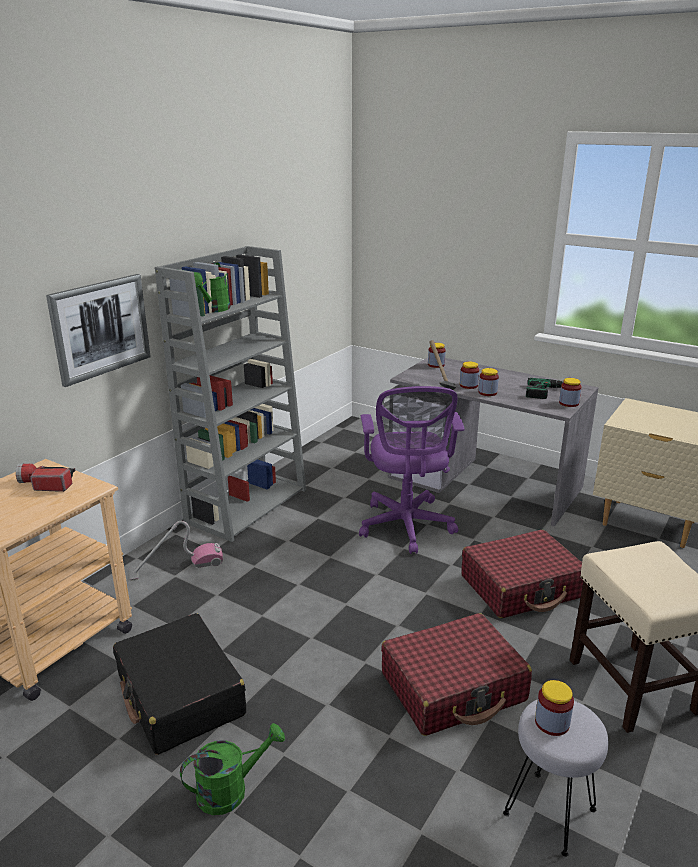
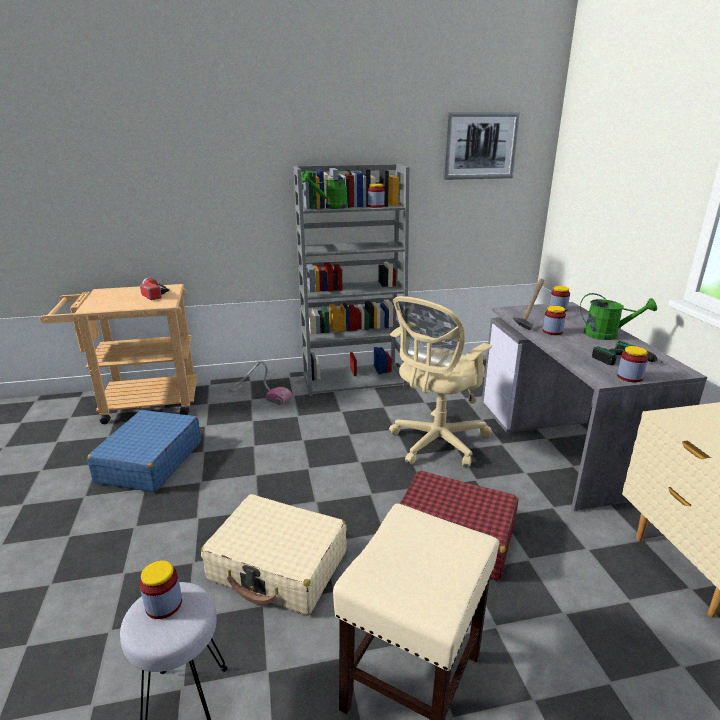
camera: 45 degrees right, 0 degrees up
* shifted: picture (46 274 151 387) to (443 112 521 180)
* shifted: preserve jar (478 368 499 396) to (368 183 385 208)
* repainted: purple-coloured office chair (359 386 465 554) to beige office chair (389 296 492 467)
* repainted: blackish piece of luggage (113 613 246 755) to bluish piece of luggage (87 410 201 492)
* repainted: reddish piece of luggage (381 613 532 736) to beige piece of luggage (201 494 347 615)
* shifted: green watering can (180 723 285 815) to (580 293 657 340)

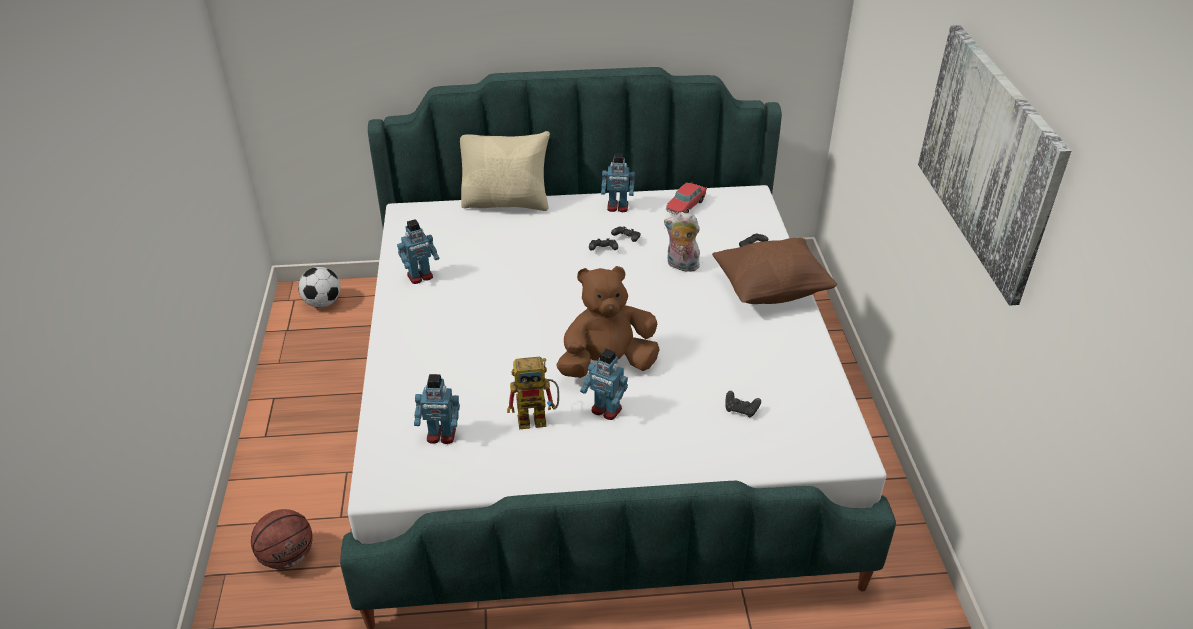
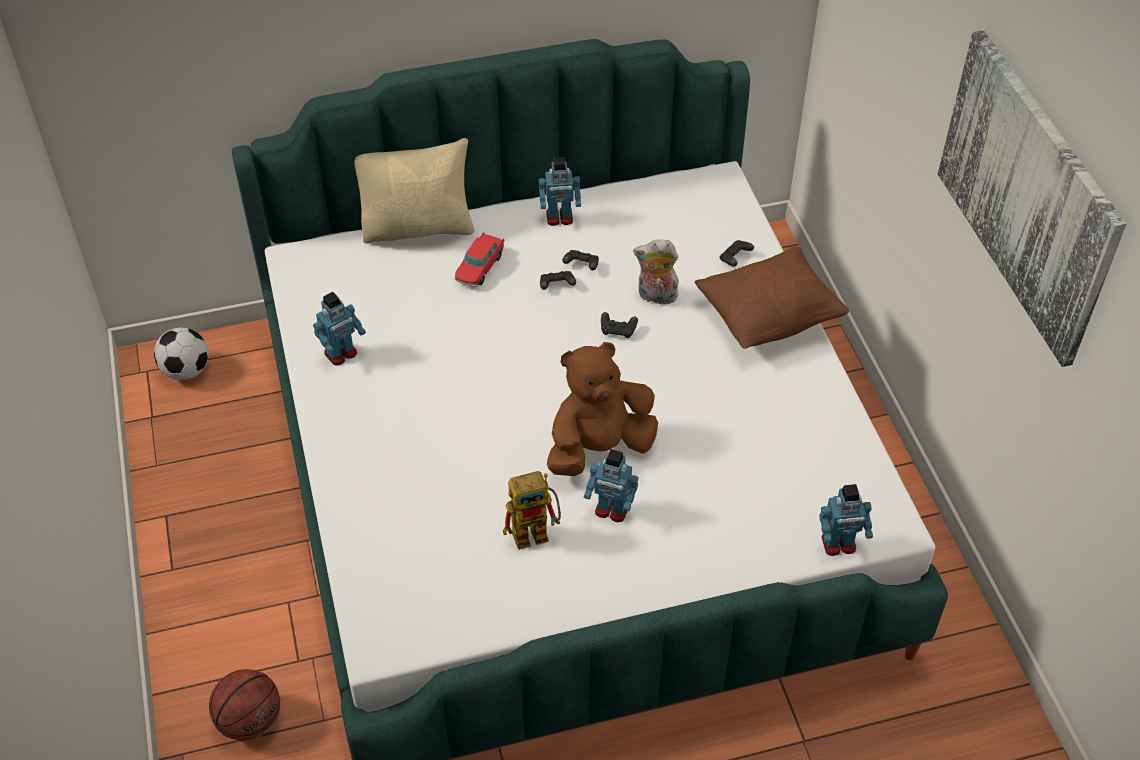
camera: 10 degrees left, 10 degrees up
* shifted: toy car (666 182 707 215) to (454 232 504 287)
* shifted: toy robot (414 374 460 444) to (819 484 873 556)
* shifted: blackish joypad (725 391 761 418) to (601 312 638 338)

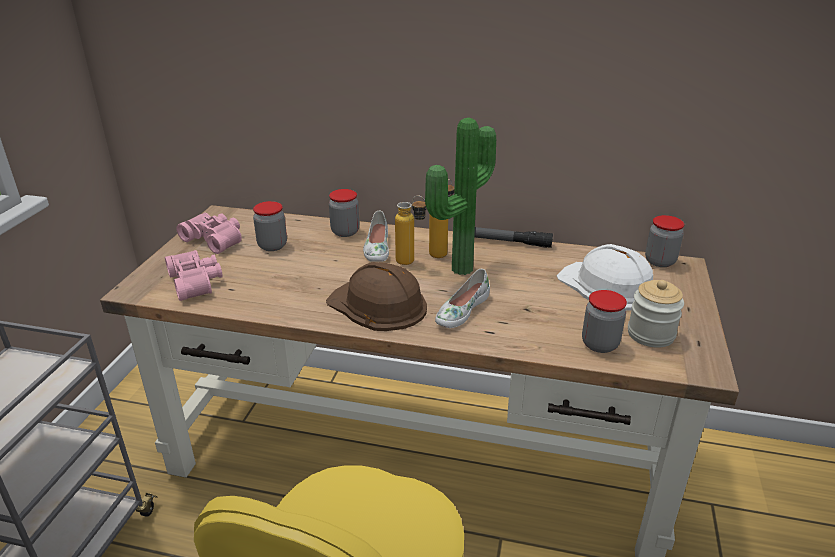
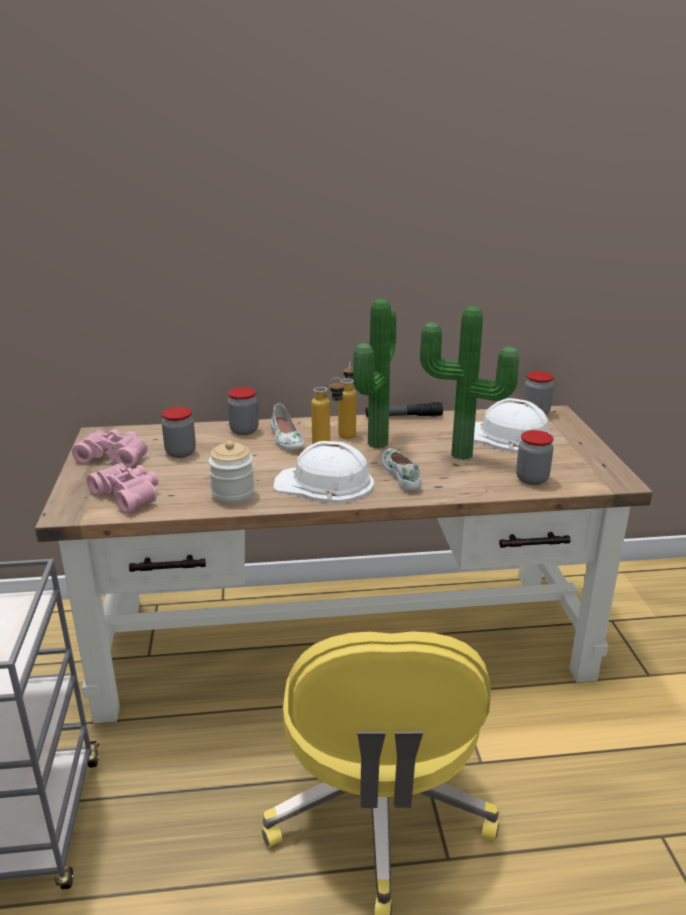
camera: 20 degrees left, 5 degrees down
* repainted: brown safety helmet (326 262 427 331) to whitish safety helmet (273 441 374 503)
* rotated: whitish shoe (435 269 490 328) = (382 448 422 490) 150 degrees clockwise
* shifted: preserve jar (628 280 684 348) to (208 441 255 504)
* new: plant in a pot (420 306 519 460)

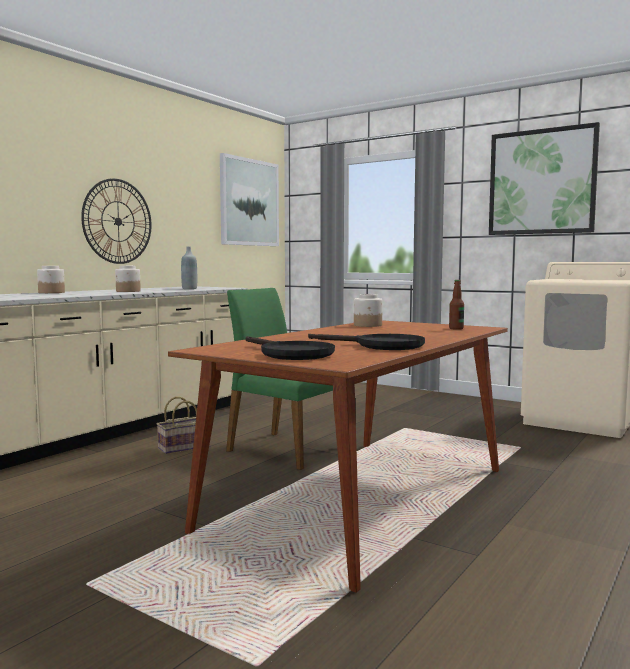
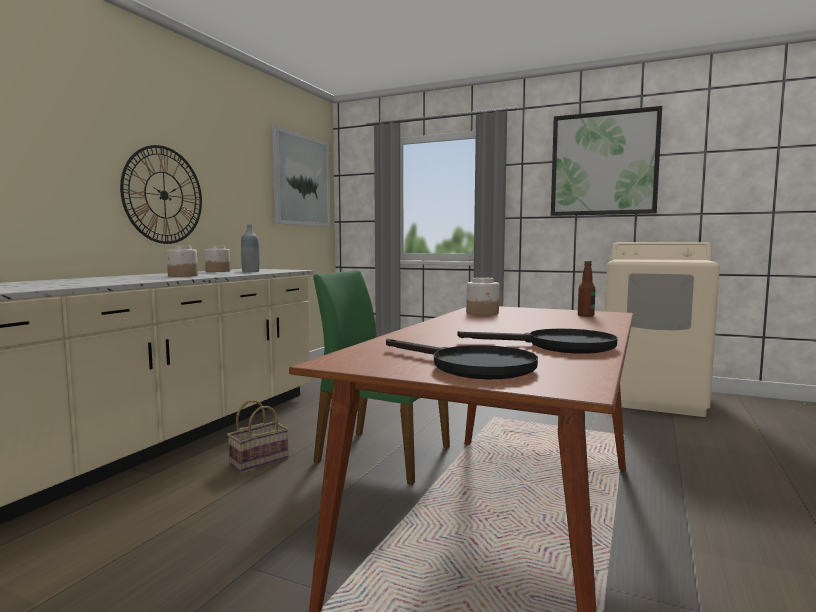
camera: 10 degrees left, 0 degrees up
* shifted: preserve jar (37 266 65 293) to (205 246 230 272)

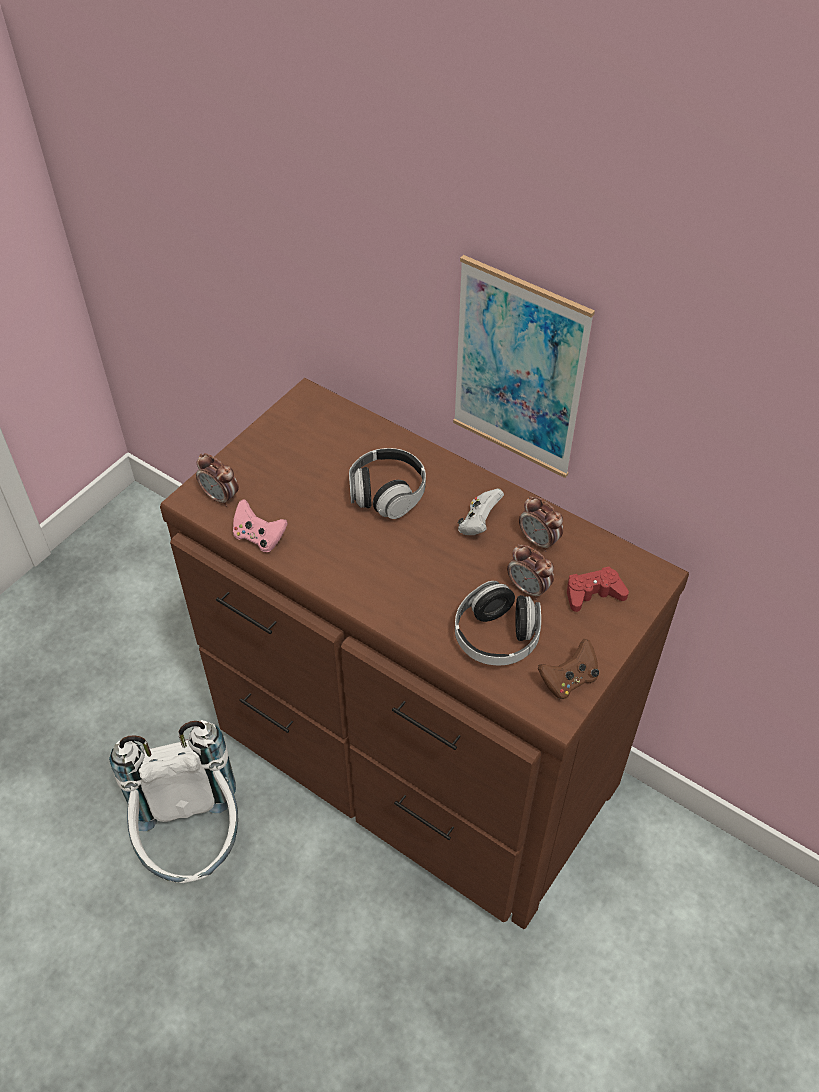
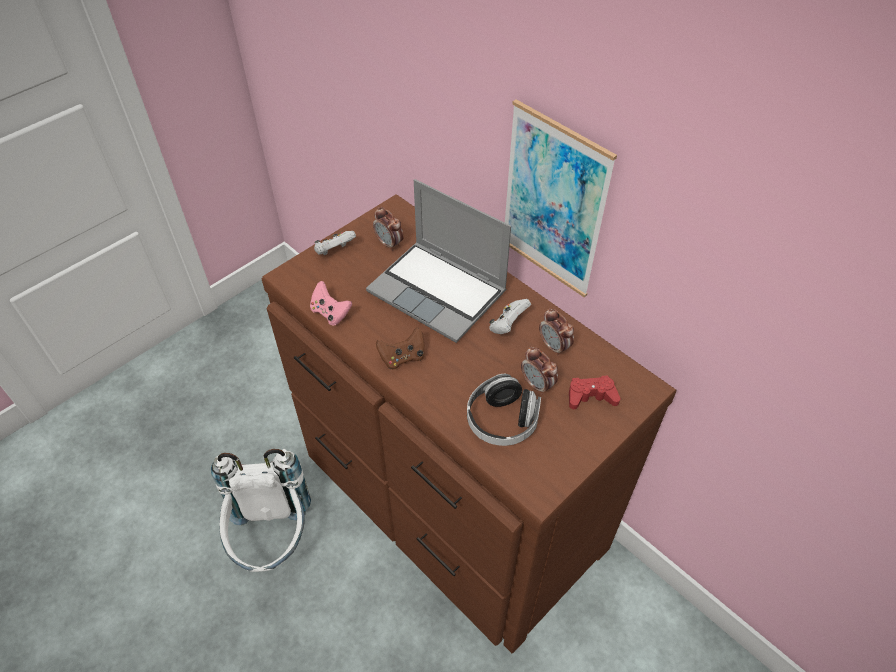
camera: 10 degrees right, 0 degrees up
* swapped: headset (349 448 426 519) to notebook computer (366 179 511 343)
* shifted: table clock (196 453 239 507) to (373 207 404 251)
* shifted: brown joypad (538 639 599 700) to (376 327 424 370)
* new: whitish joypad (314 231 356 255)

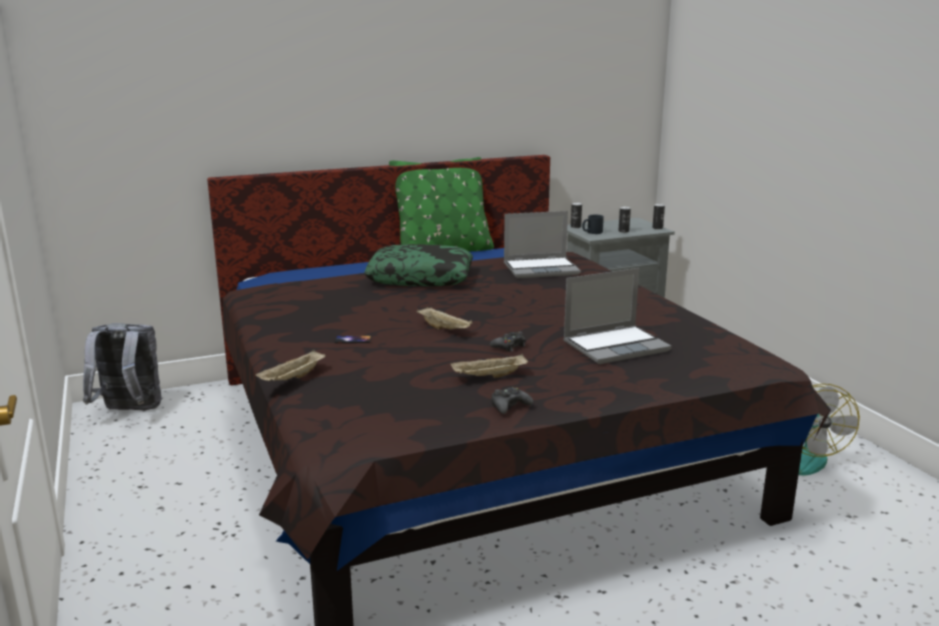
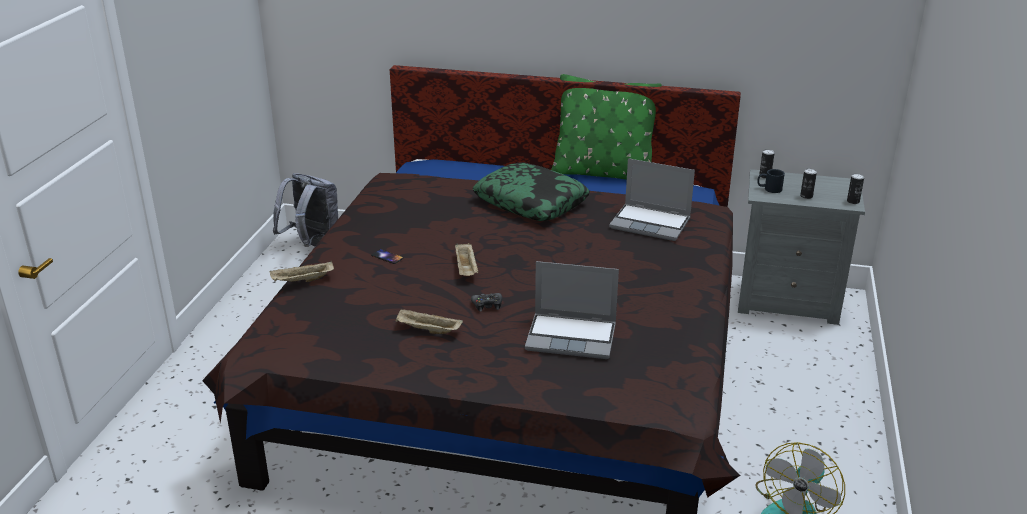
camera: 35 degrees right, 10 degrees up
* gone: blackish joypad (491 387 534 414)

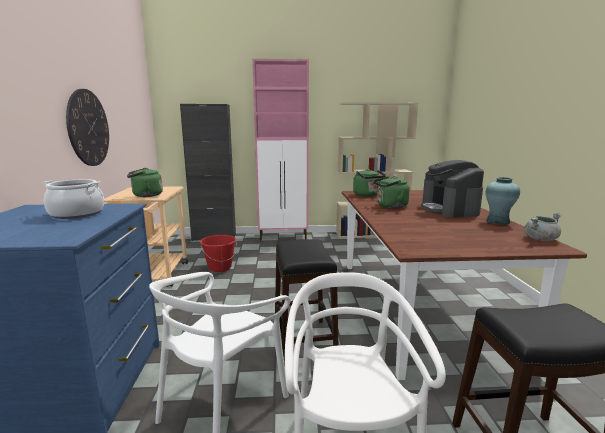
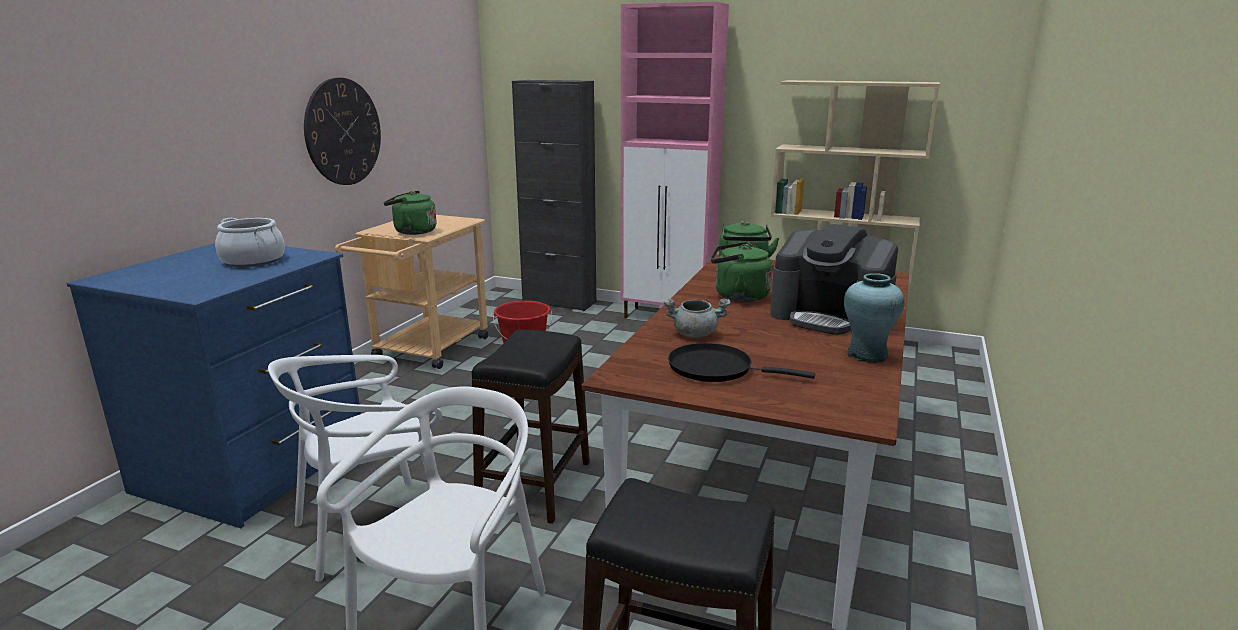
camera: 25 degrees right, 5 degrees up
* rotated: coffee brewer (421 160 484 217) = (770 224 898 335) 75 degrees counterclockwise
* shifted: greyish saucepot (524 213 562 241) to (664 299 731 338)
* new: blackish skillet (668 343 815 382)

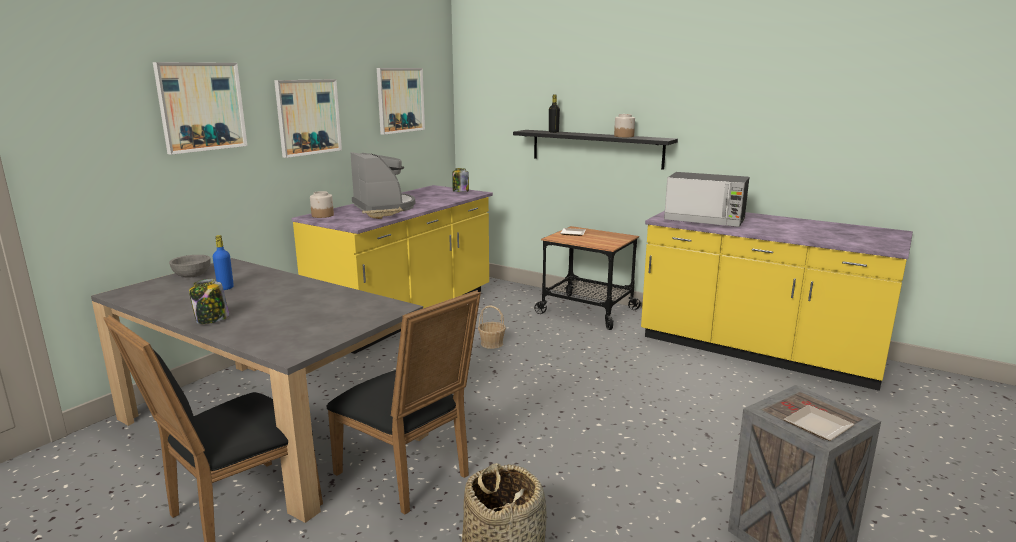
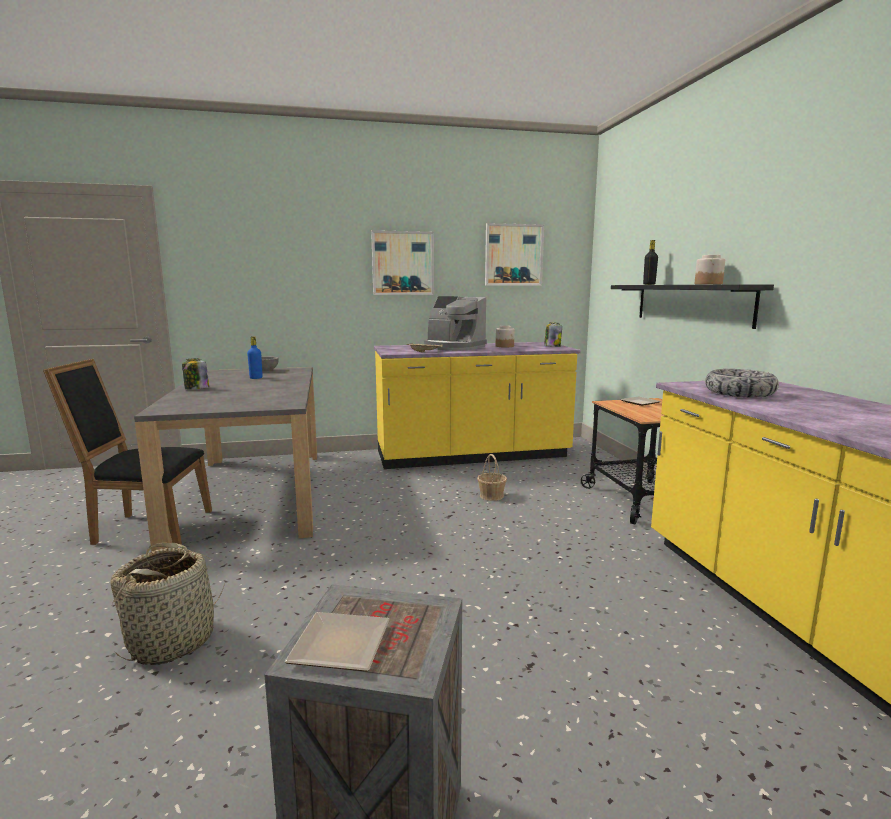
camera: 45 degrees right, 5 degrees down
* gone: picture (153 62 247 155)
* rotated: coffee brewer (351 152 415 212) = (424 296 487 351) 105 degrees clockwise
* swapped: kitchen microwave (664 172 749 227) to serving bowl (705 369 779 397)
* shifted: preserve jar (310 191 334 218) to (496 326 515 347)
* gone: blackish plain chair (326 290 481 515)

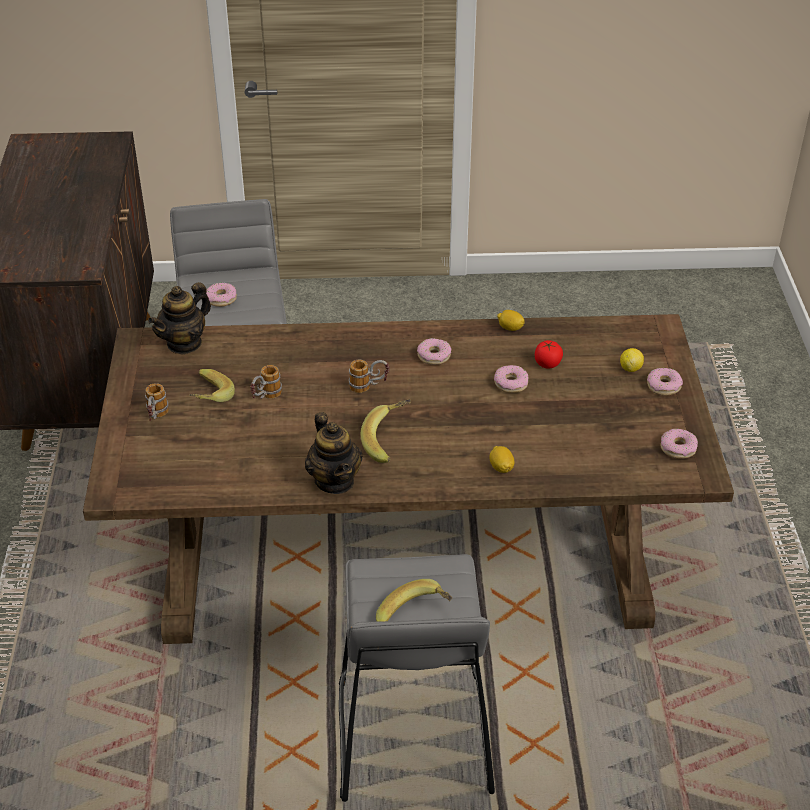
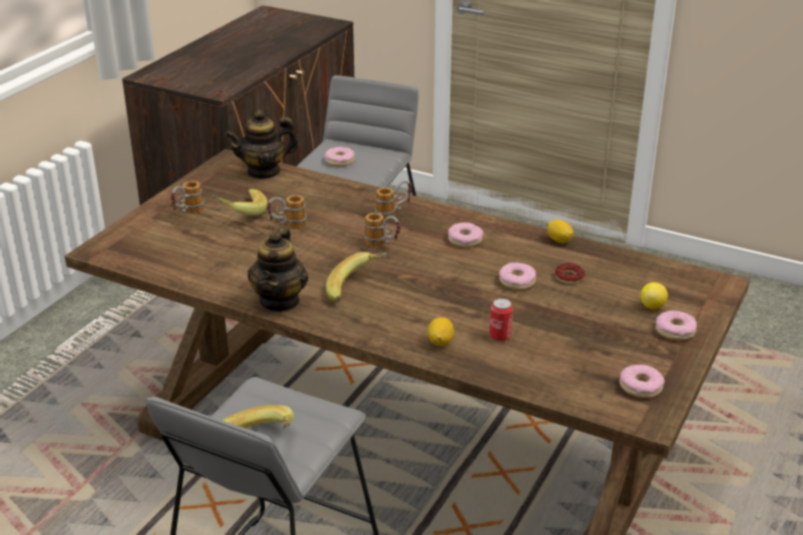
camera: 30 degrees right, 10 degrees down
* swapped: fresh tomato (535 340 563 369) to ring doughnut (555 263 585 284)
* new: coffee mug (375 180 412 220)
* new: sealed can (489 298 513 342)

